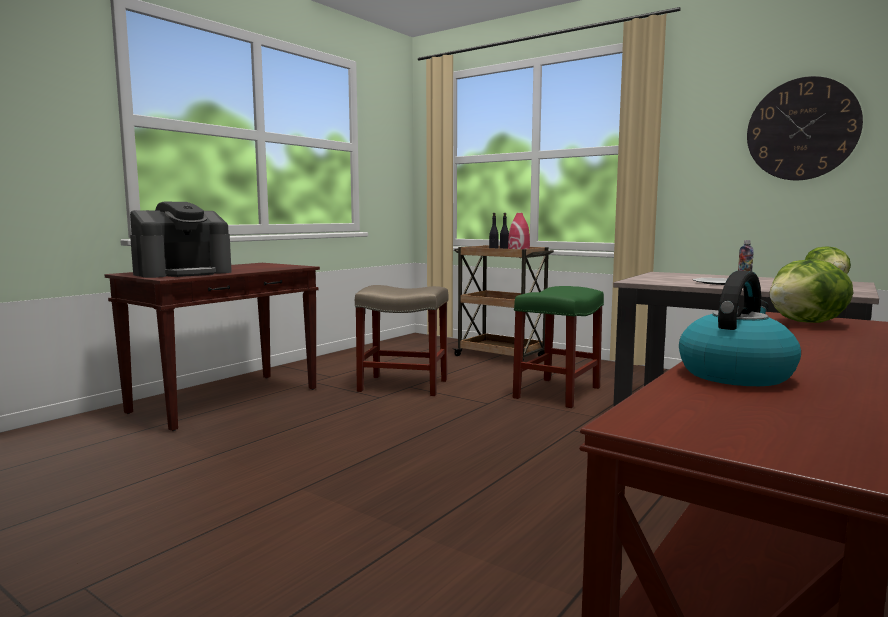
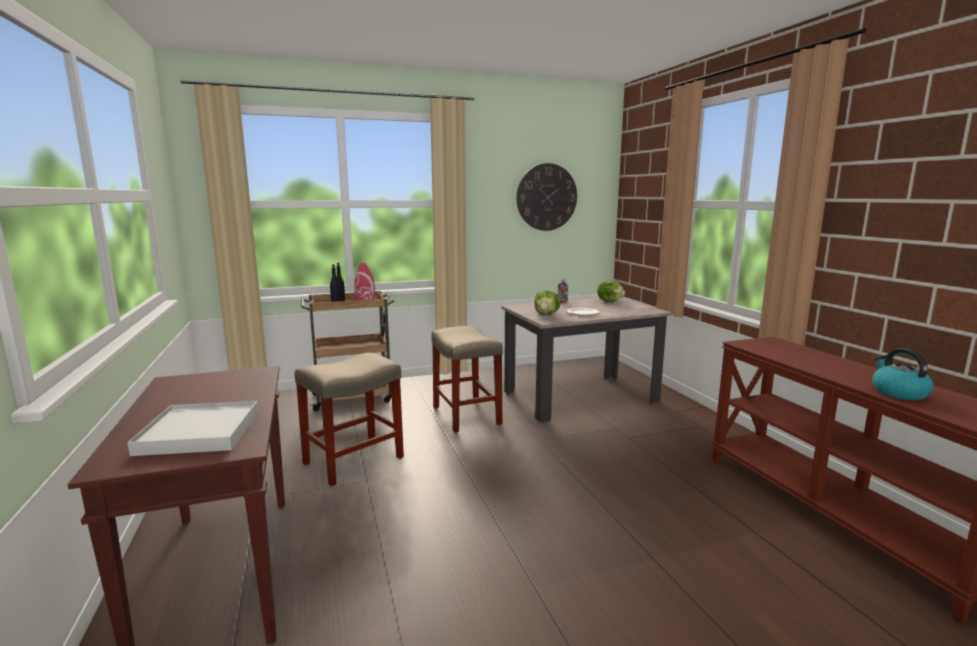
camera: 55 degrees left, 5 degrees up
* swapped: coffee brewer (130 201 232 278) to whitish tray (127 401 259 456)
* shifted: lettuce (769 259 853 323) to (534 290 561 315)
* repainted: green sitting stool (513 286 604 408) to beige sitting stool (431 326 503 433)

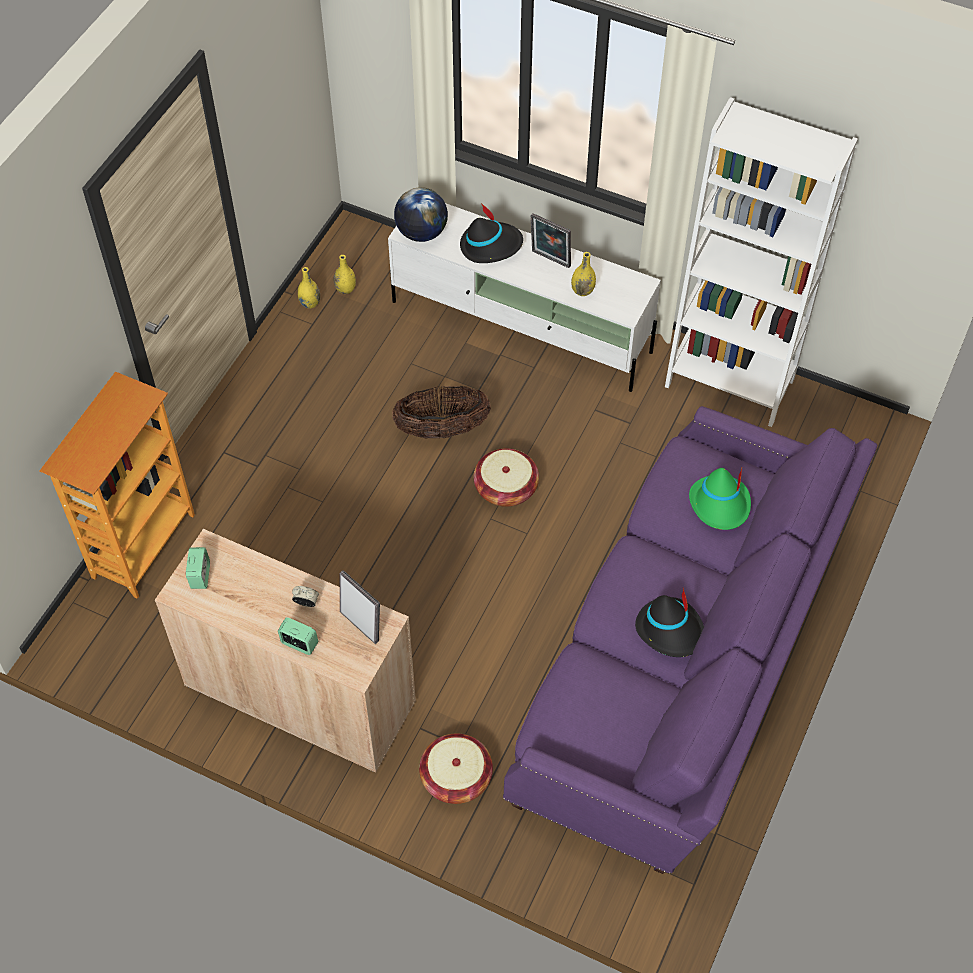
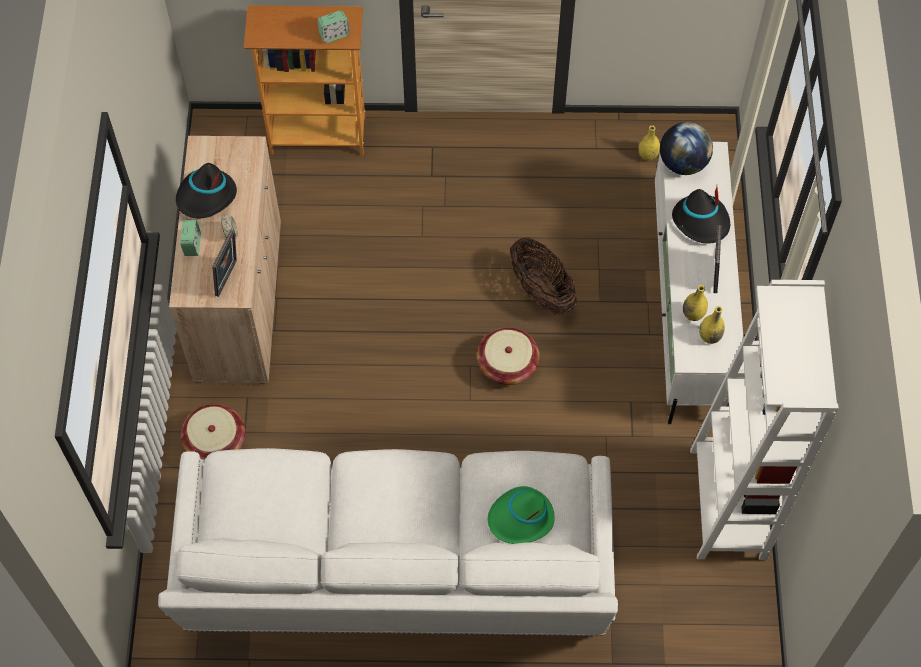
camera: 65 degrees right, 5 degrees up
* shifted: yellow-coloured decorative vase (298 267 320 309) to (699 306 725 344)
* repainted: purple-coloured sofa (503 406 877 874) to whitish sofa (158 448 618 636)
* shifted: table clock (186 547 210 589) to (318 10 350 43)
* shifted: blackish clothing hat (635 588 704 657) to (176 163 237 218)

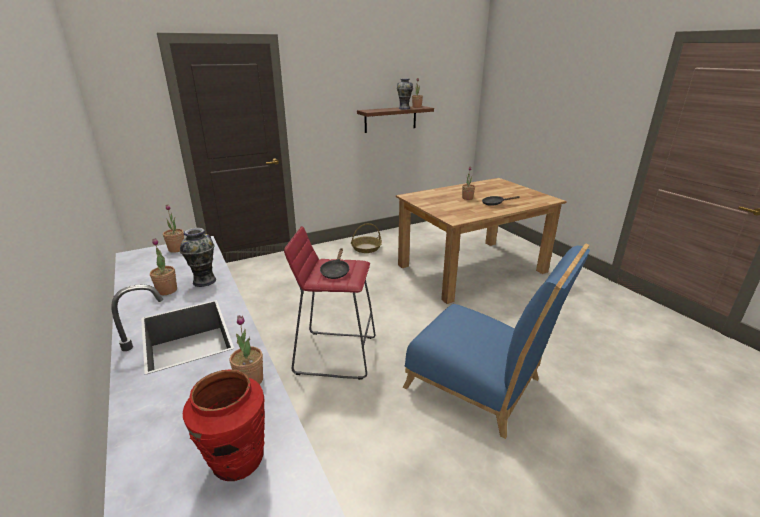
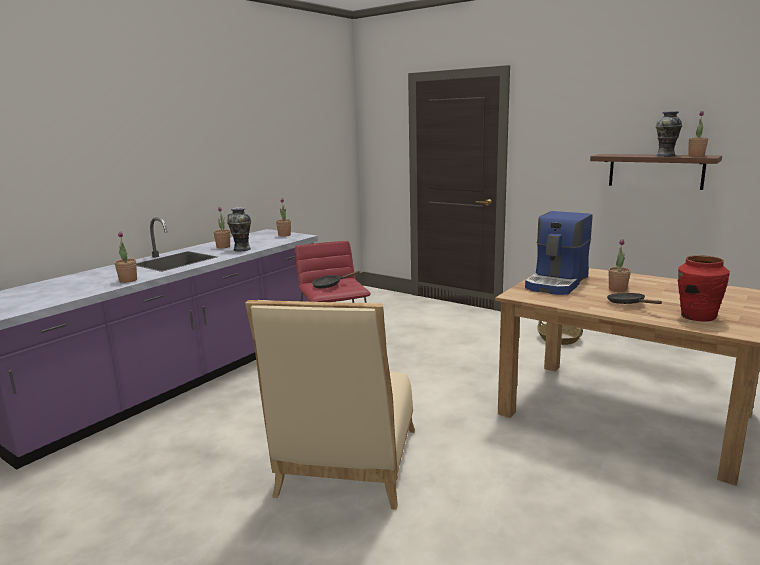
camera: 65 degrees right, 10 degrees down
* repainted: bluish plain chair (403 244 590 439) to beige plain chair (245 300 415 510)
* shifted: reddish decorative vase (183 369 265 481) to (677 255 730 322)
* new: coffee brewer (525 211 592 295)

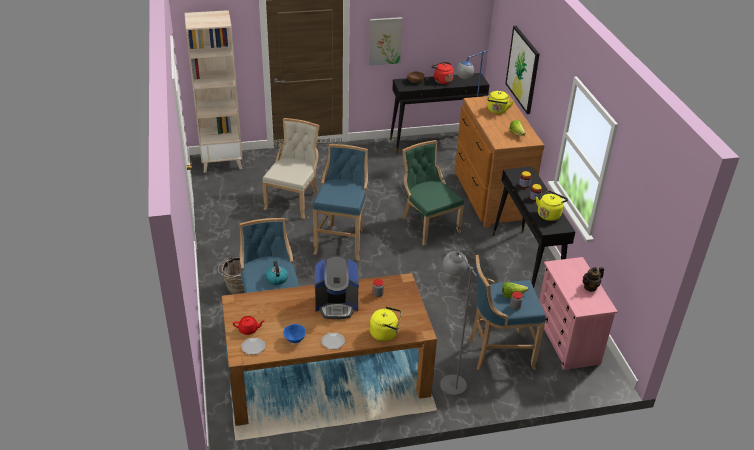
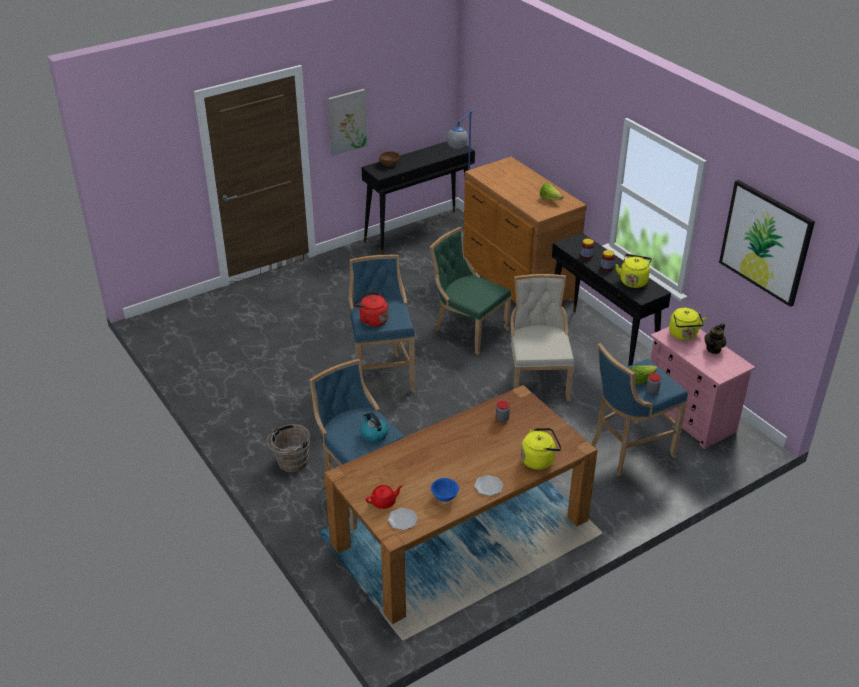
camera: 20 degrees left, 0 degrees up
* gone: beige bookshelf (185 10 243 173)
* shifted: picture (505 26 540 114) to (719 180 815 307)
* shifted: reddish kettle (431 62 454 84) to (354 292 388 327)
* shifted: yellow-coloured kettle (487 91 514 114) to (669 308 706 340)
* shifted: beige plain chair (262 118 320 219) to (510 274 574 401)
* gone: greyish standing lamp (440 250 477 396)
* gone: coffee brewer (314 256 359 319)

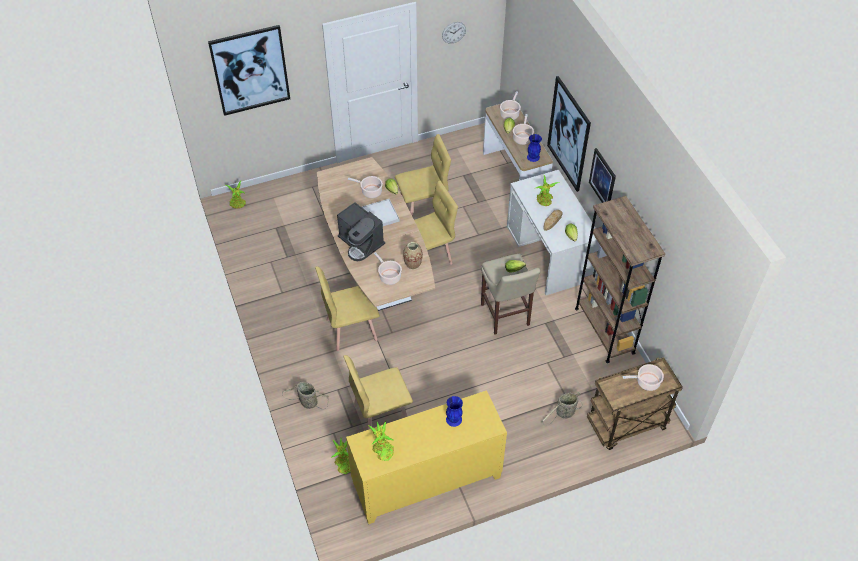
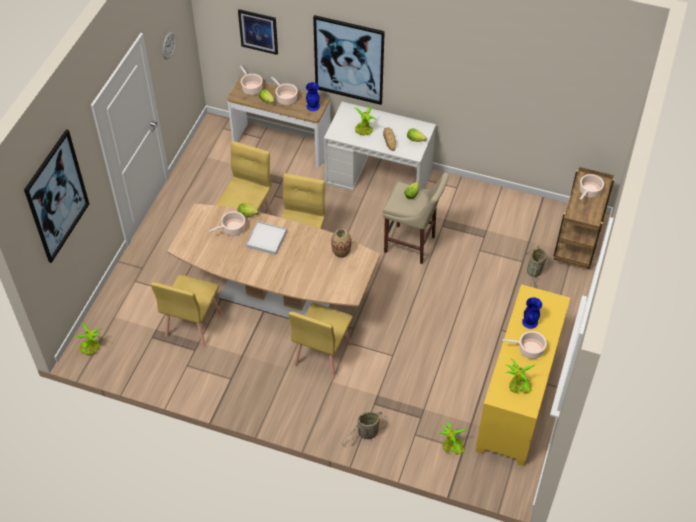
camera: 50 degrees left, 0 degrees up
* shifted: picture (589 148 616 203) to (238 9 278 55)
* gone: brown bookshelf (575 196 665 363)
* gone: coffee brewer (337 202 385 261)
* shifted: saucepot (374 252 402 285) to (503 331 547 359)
* shifted: yellow-coloured plain chair (343 355 413 430) to (151 274 222 348)

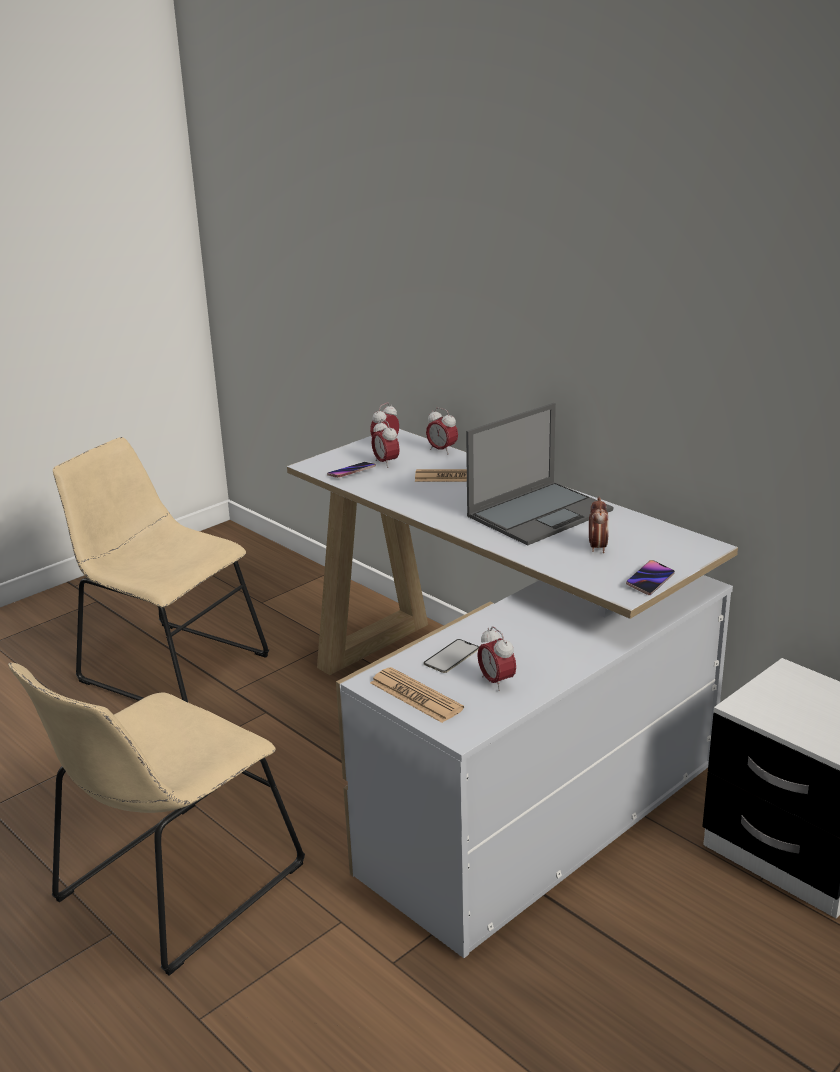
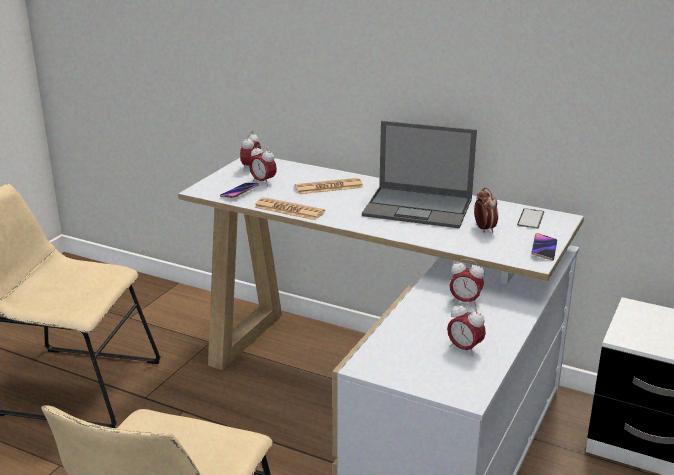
camera: 20 degrees left, 0 degrees up
* rotated: notebook computer (466 403 613 546) = (362 121 477 228) 75 degrees clockwise
* shifted: table clock (426 408 458 455) to (449 259 484 306)
* shifted: handset (424 639 479 673) to (517 208 544 229)
* shifted: newspaper (370 667 464 723) to (254 197 325 220)

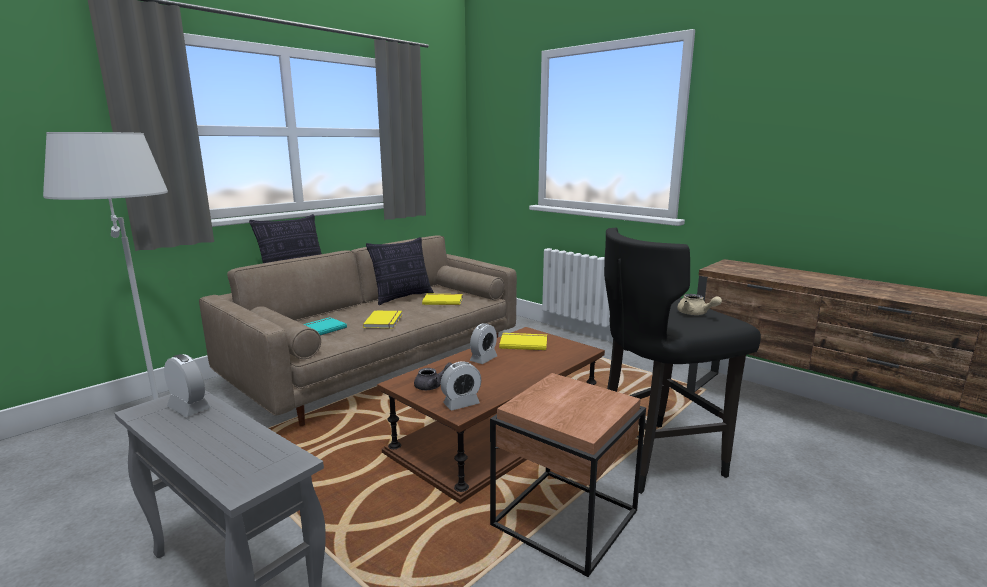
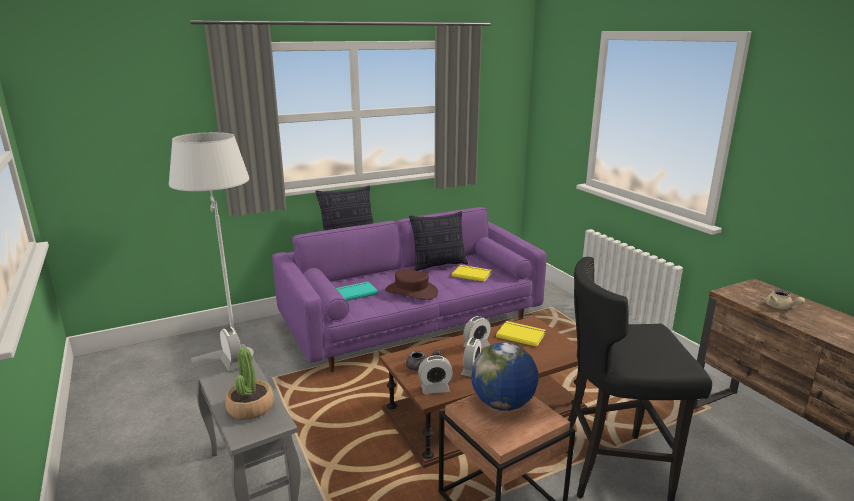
camera: 20 degrees right, 5 degrees up
* repainted: beige sofa (199 236 517 426) to purple-coloured sofa (272 207 547 372)
* shifted: beige tea pot (677 294 722 315) to (766 290 805 309)
* swapped: yellow-coloured bound book (363 311 402 329) to brown clothing hat (385 269 438 300)
* new: table clock (461 338 481 377)
* new: globe (471 342 539 411)
* new: plant in a pot (225 347 274 420)

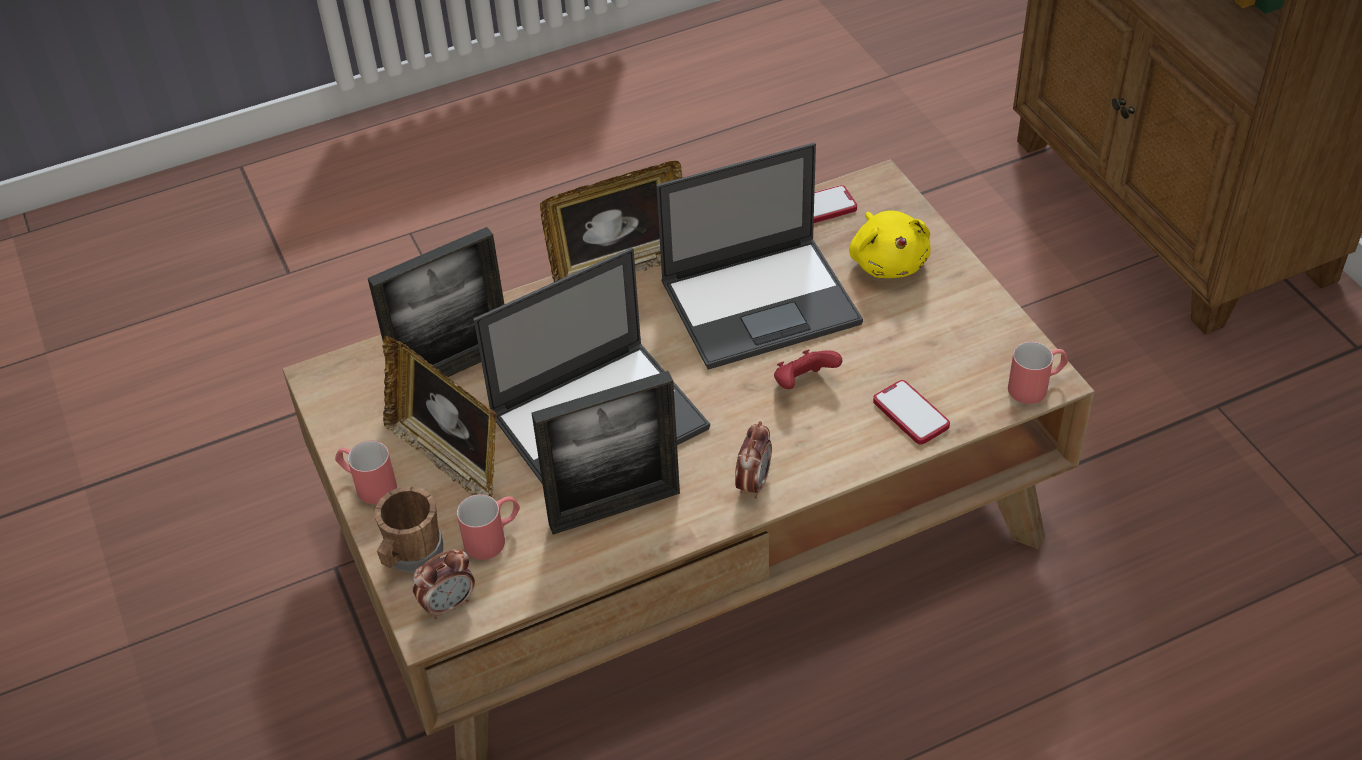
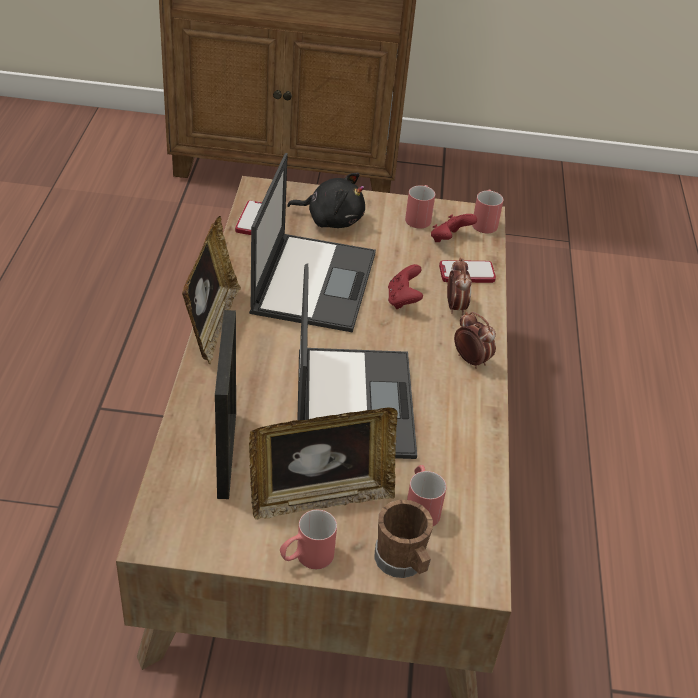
camera: 65 degrees left, 5 degrees down
* repainted: yellow-coloured cuddly toy (849 210 931 278) to blackish cuddly toy (287 172 365 228)
* gone: picture frame (532 371 680 535)
* shifted: table clock (413 549 475 619) to (447 258 472 315)
* new: reddish coffee mug (405 185 435 229)
* new: reddish joypad (431 214 477 242)

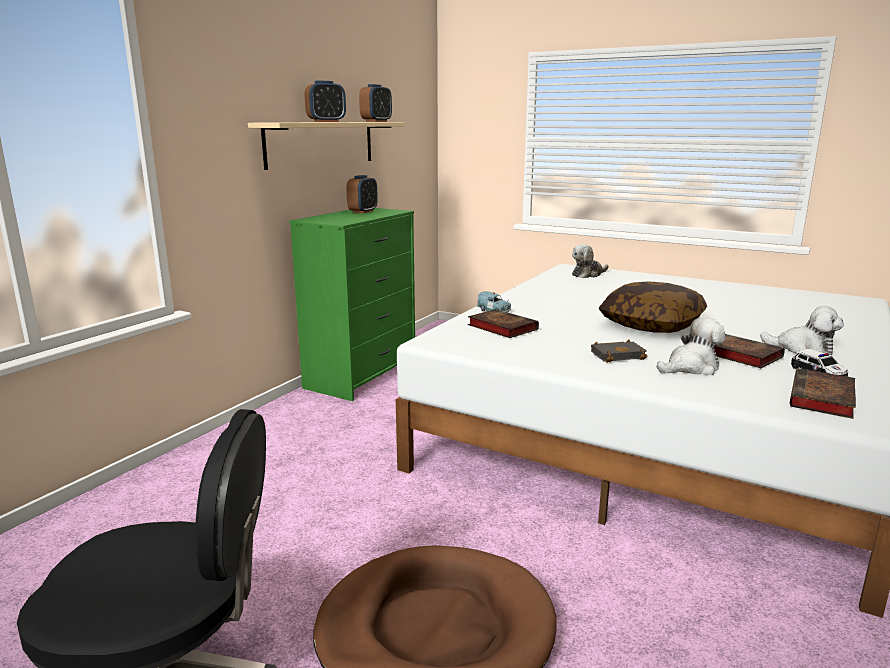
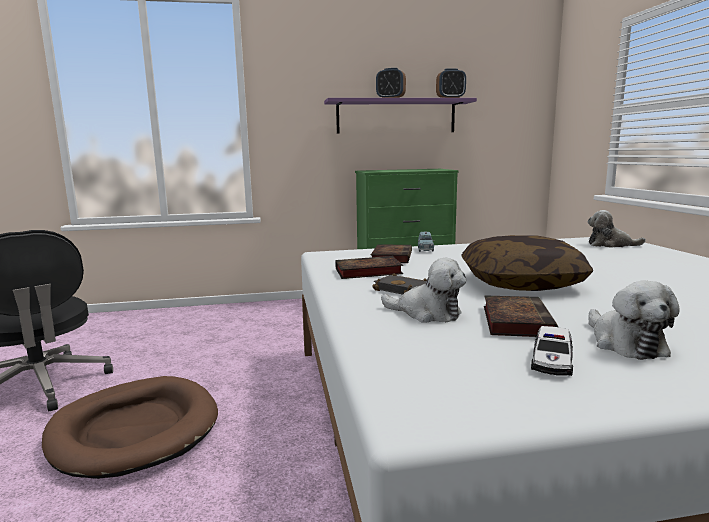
camera: 50 degrees right, 5 degrees down
* repainted: beige wall shelf (248 122 405 170) to purple-coloured wall shelf (324 98 477 134)
* gone: table clock (346 175 378 214)
* shifted: bound book (790 368 856 419) to (335 256 403 279)

